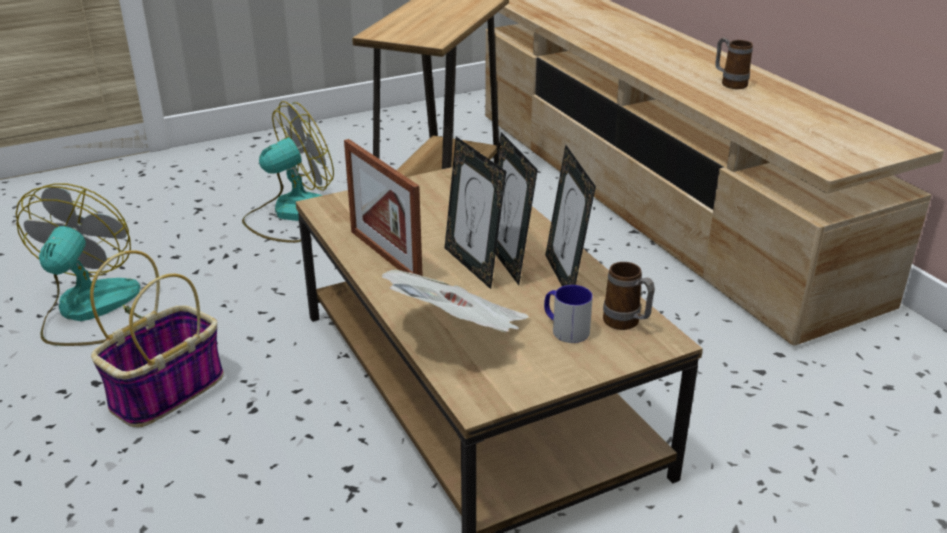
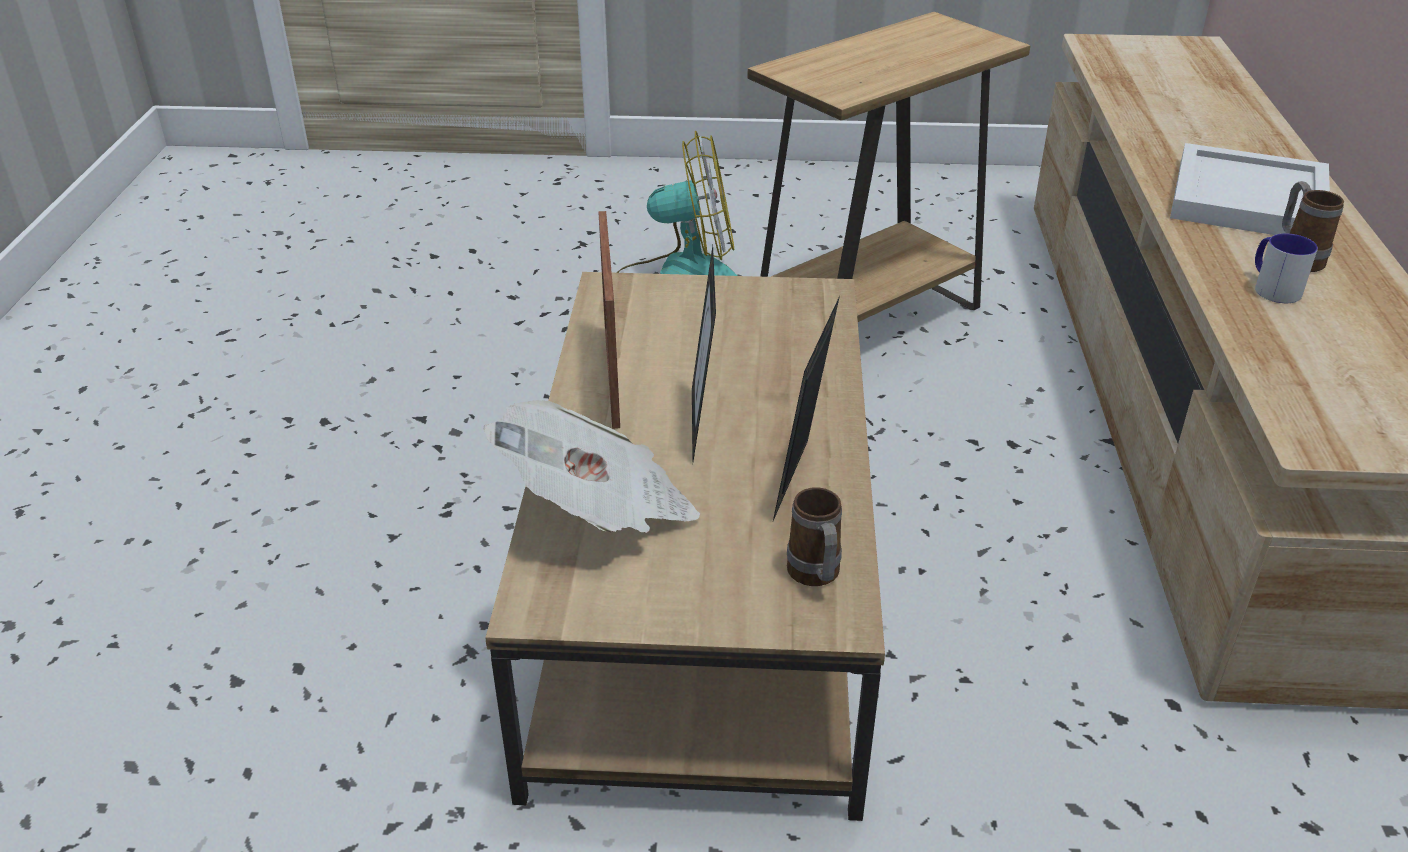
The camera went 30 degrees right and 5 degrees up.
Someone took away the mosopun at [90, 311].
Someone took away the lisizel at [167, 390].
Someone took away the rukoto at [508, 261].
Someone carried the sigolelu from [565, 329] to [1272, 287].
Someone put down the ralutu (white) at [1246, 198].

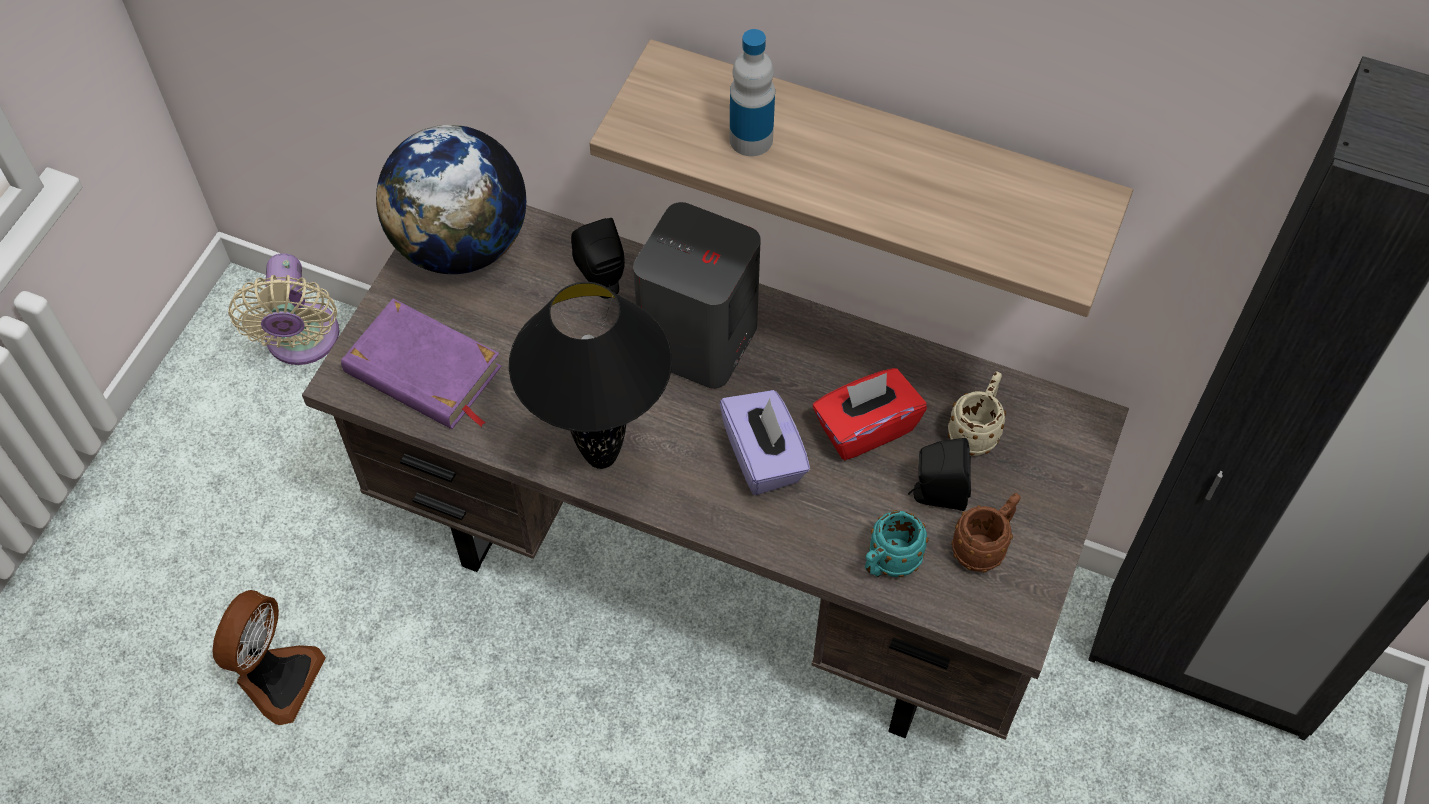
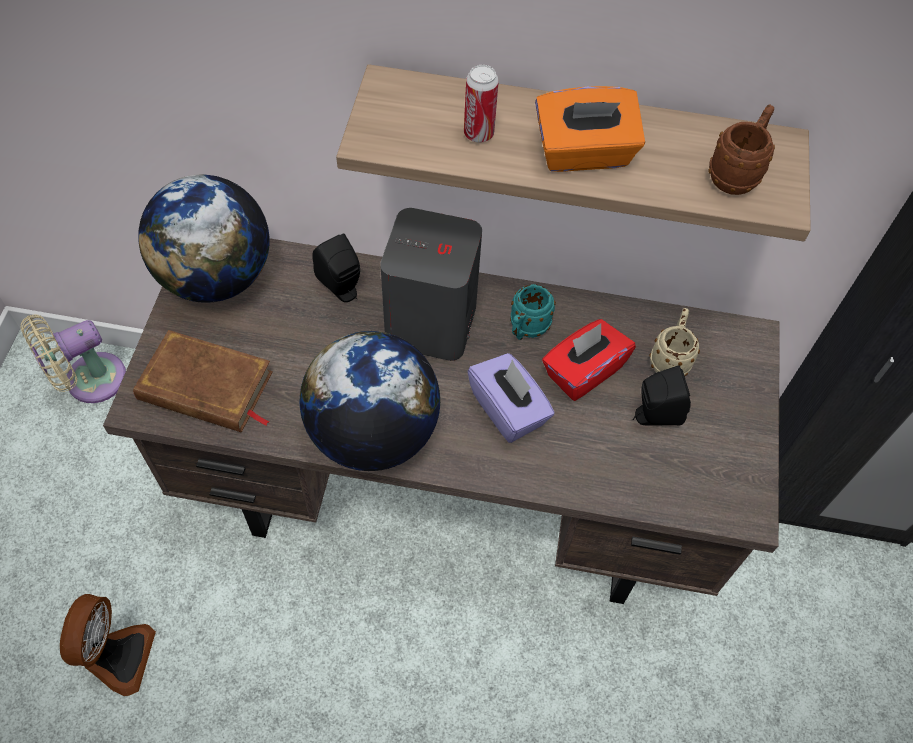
The camera went 15 degrees left and 0 degrees up.
Someone rotated the mosopun (beige) at [302, 342] by 75 degrees clockwise.
Someone repainted the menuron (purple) at [423, 371], which became the menuron (brown) at [206, 387].
Someone swapped the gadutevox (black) at [599, 456] for the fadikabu at [373, 433].
Someone swapped the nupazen at [751, 139] for the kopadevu at [478, 134].
Someone carried the sigolelu (turquoise) from [888, 564] to [526, 329].
Someone carried the sigolelu (brown) from [984, 547] to [736, 174].
Someone put down the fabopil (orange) at [584, 154].

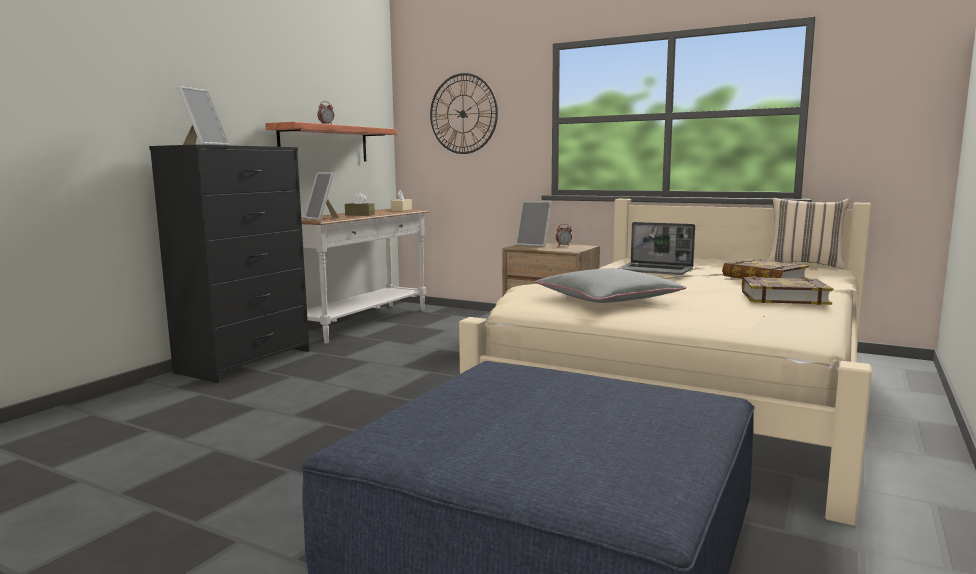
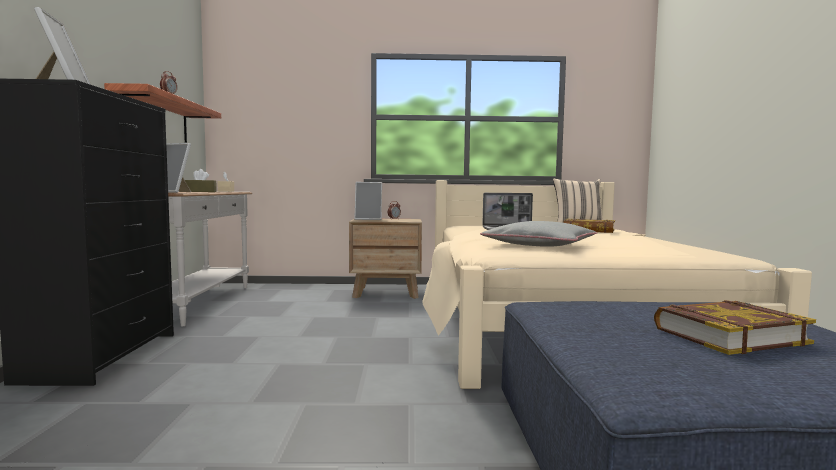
The camera went 30 degrees left and 5 degrees down.
Someone took away the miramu at [463, 114].
Someone carried the menuron from [783, 297] to [728, 335].

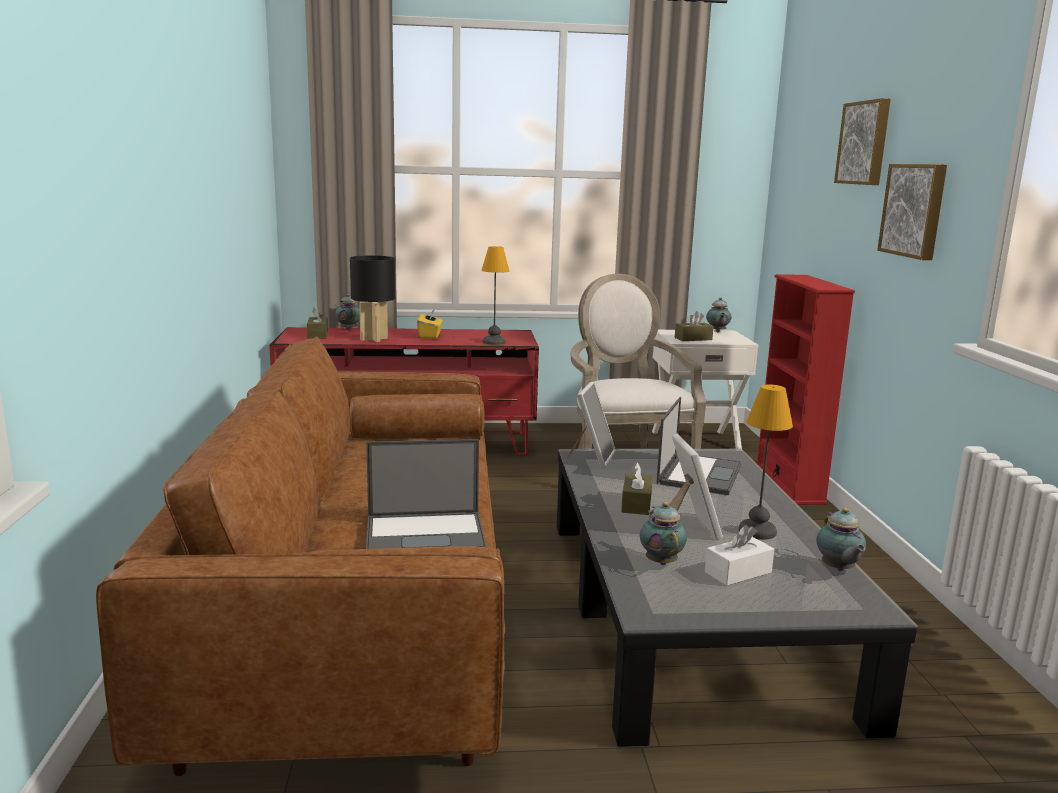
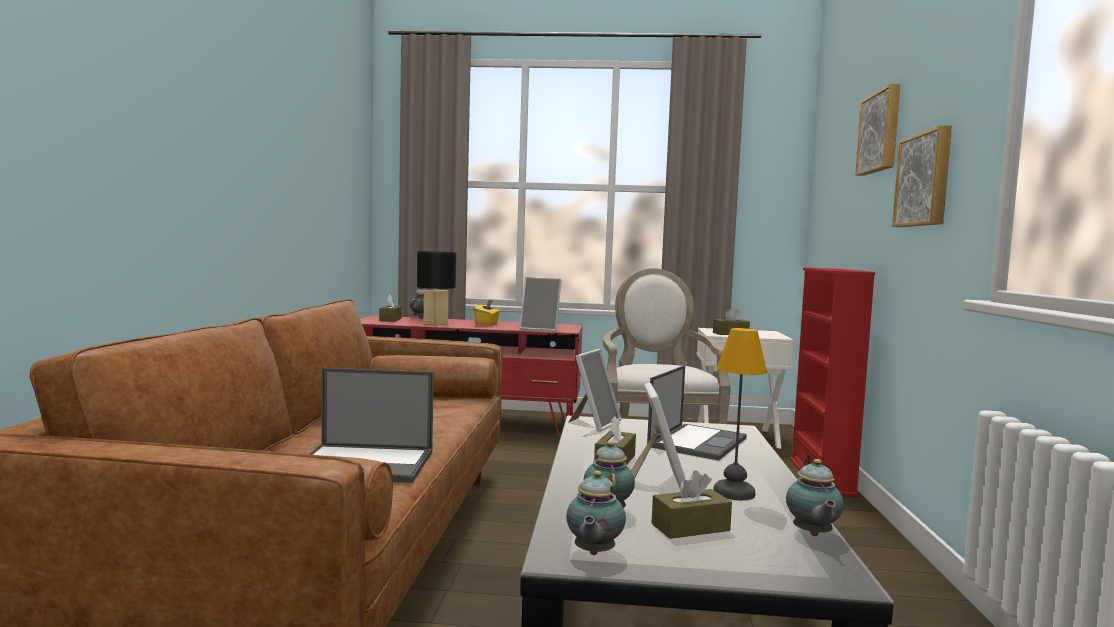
The camera went 10 degrees right and 10 degrees down.
Someone swapped the gadutevox at [494, 342] for the rukoto at [540, 329].
Someone repainted the fabopil (white) at [738, 572], which became the fabopil (brown) at [690, 527].
Someone carried the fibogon from [717, 332] to [593, 553].

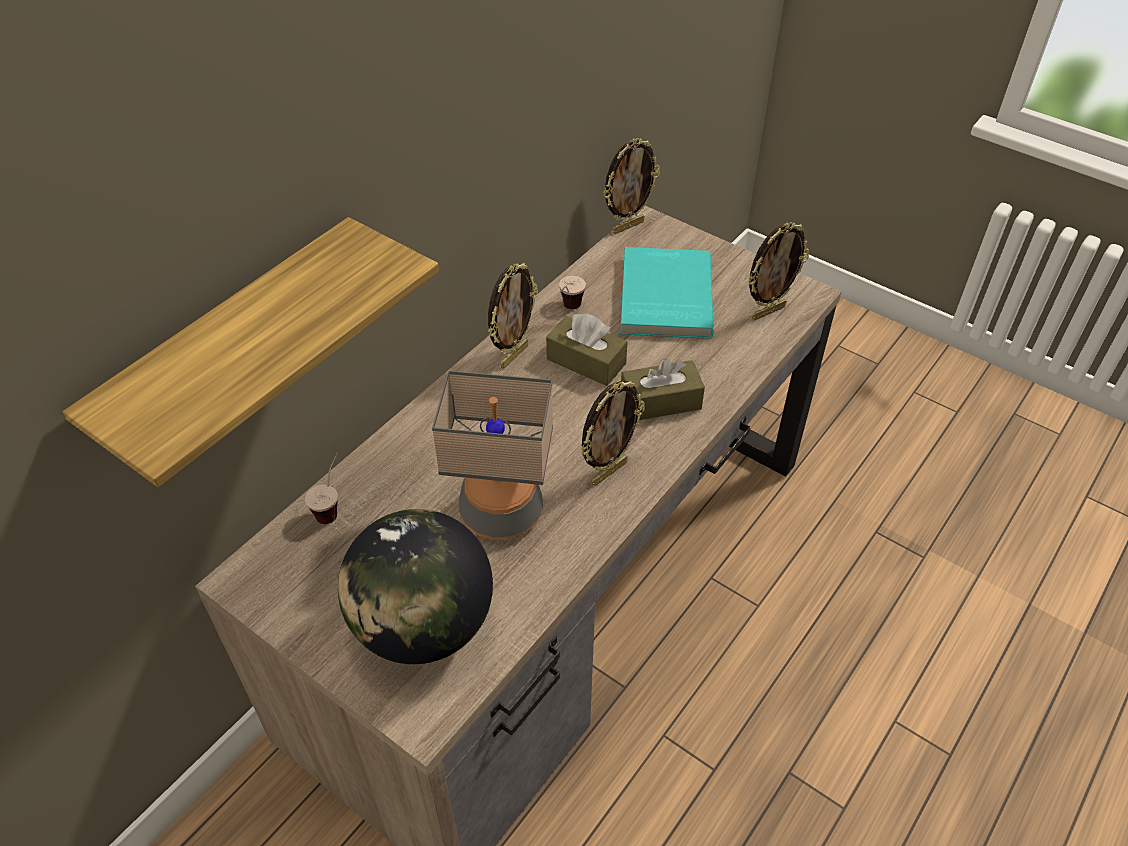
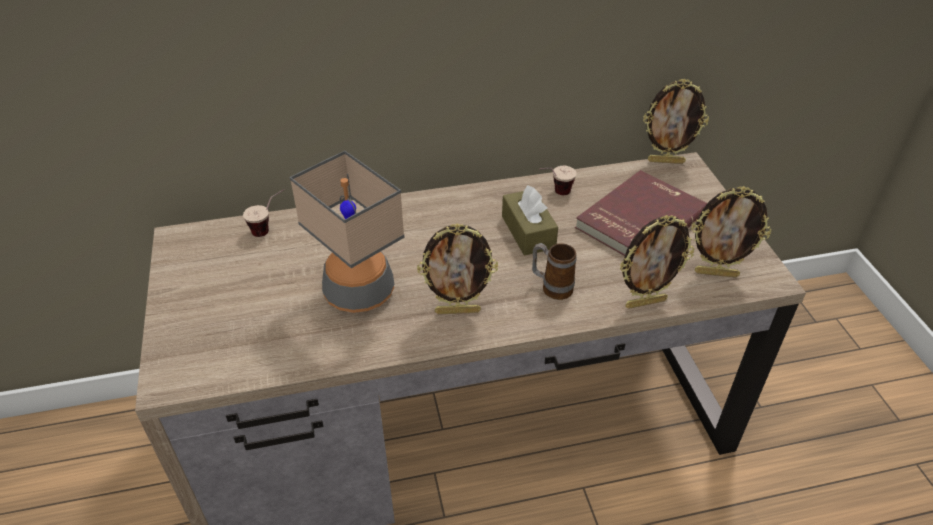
The camera went 40 degrees right and 5 degrees down.
Someone took away the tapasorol at [233, 350].
Someone took away the fadikabu at [423, 625].
Someone carried the rukoto from [513, 355] to [645, 302].
Someone repainted the menuron (turquoise) at [663, 296], which became the menuron (red) at [639, 219].
Someone swapped the fabopil (brown) at [660, 401] for the sigolelu at [551, 287].

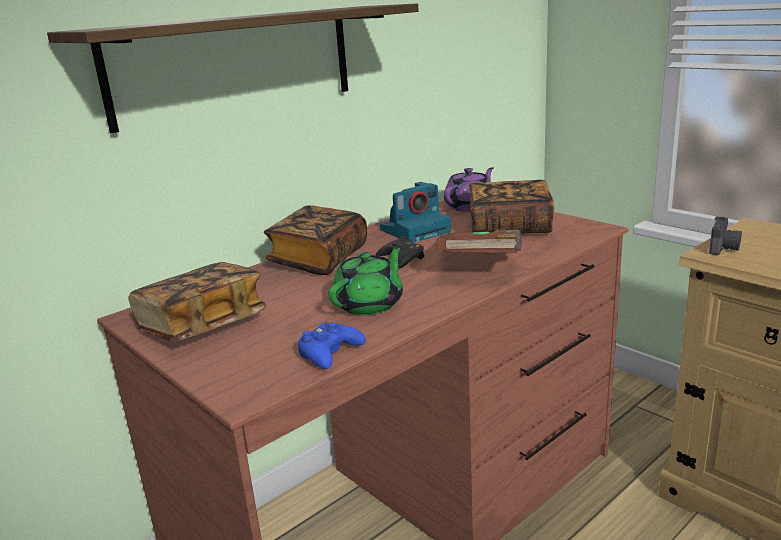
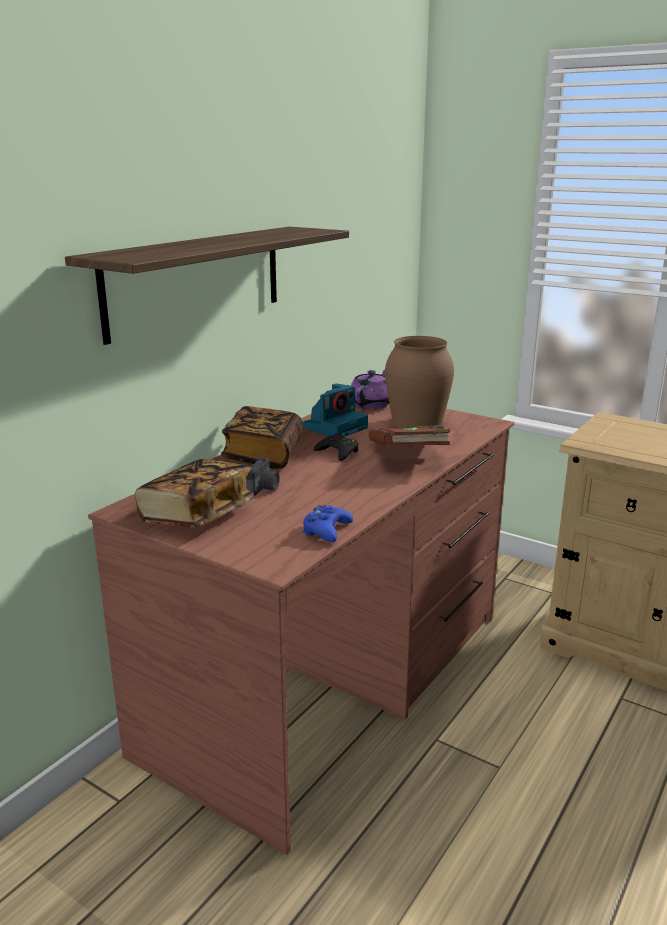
The camera went 15 degrees left and 0 degrees up.
Someone took away the fibogon (green) at [370, 304].
Someone swapped the menuron at [509, 227] for the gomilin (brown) at [416, 423].
Someone carried the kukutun from [724, 248] to [264, 488].

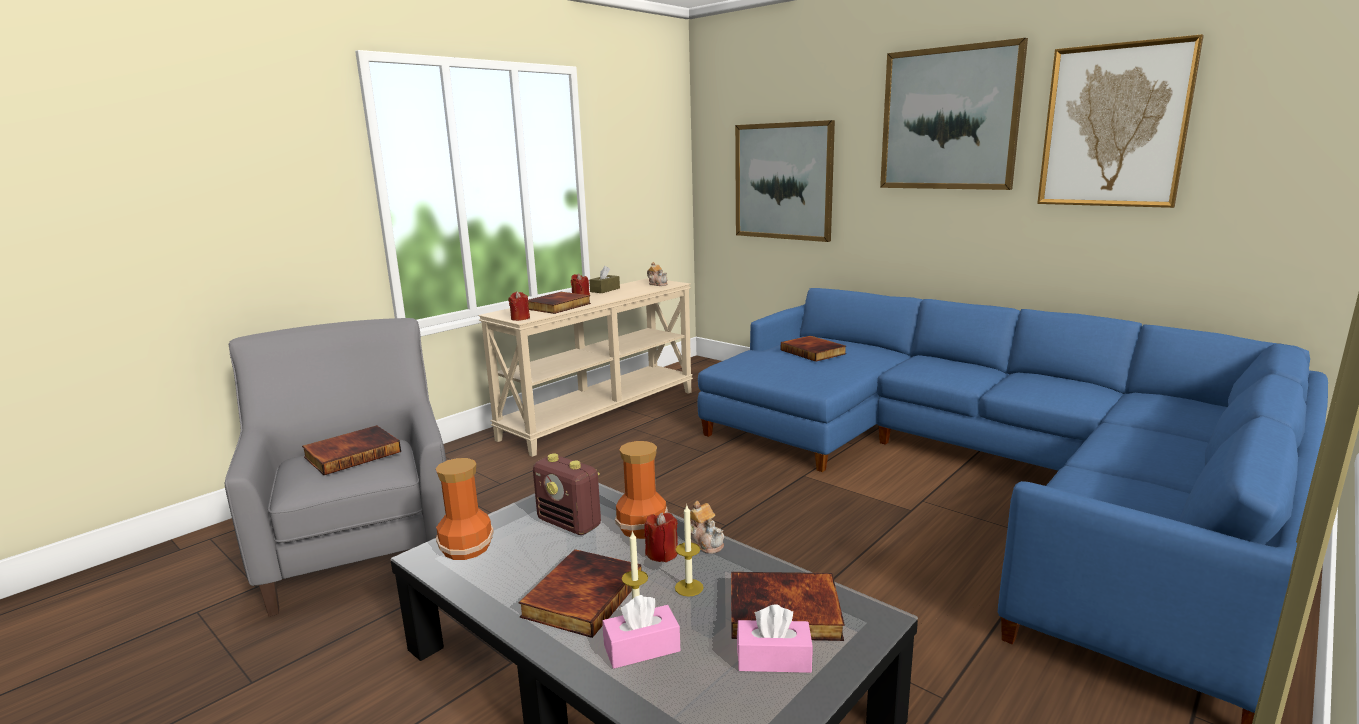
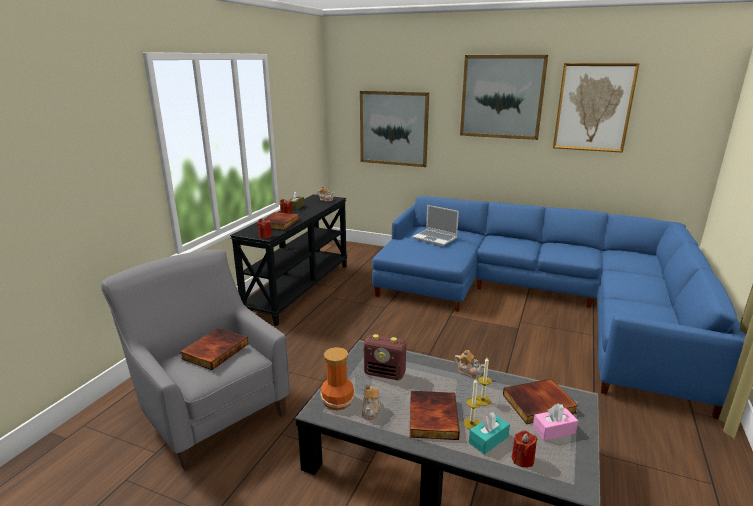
The camera went 20 degrees left and 5 degrees up.
Someone repainted the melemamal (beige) at [600, 414], which became the melemamal (black) at [299, 289].
Someone repainted the fabopil (pink) at [642, 648], which became the fabopil (turquoise) at [488, 440].
Someone took away the gomilin at [643, 528].
Someone carried the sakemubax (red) from [662, 554] to [522, 459].
Someone swapped the menuron at [814, 352] for the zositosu at [435, 238].
Someone put down the fibogon at [371, 410].

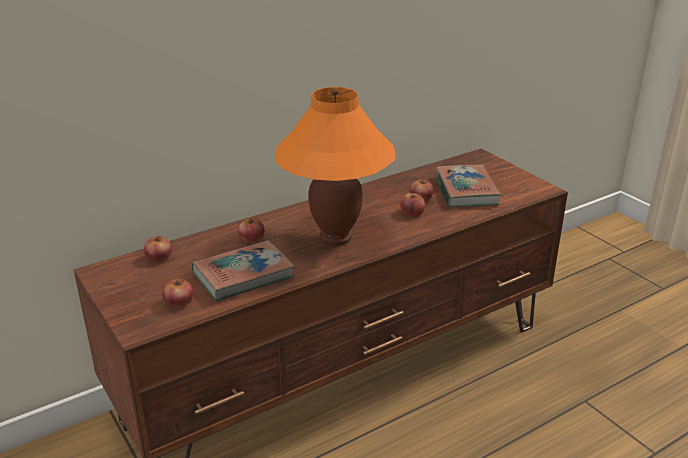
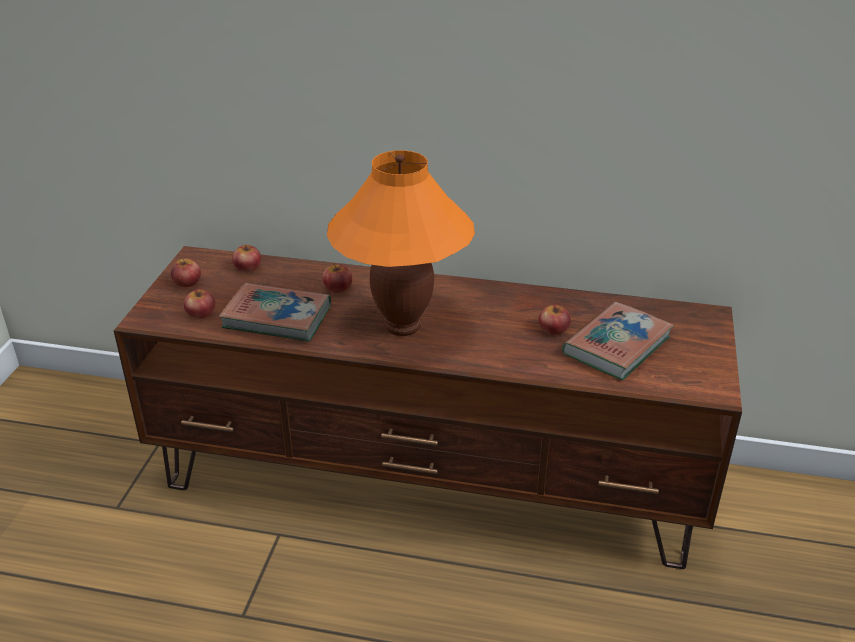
The camera went 45 degrees right and 5 degrees up.
Someone carried the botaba from [412, 212] to [187, 282].

